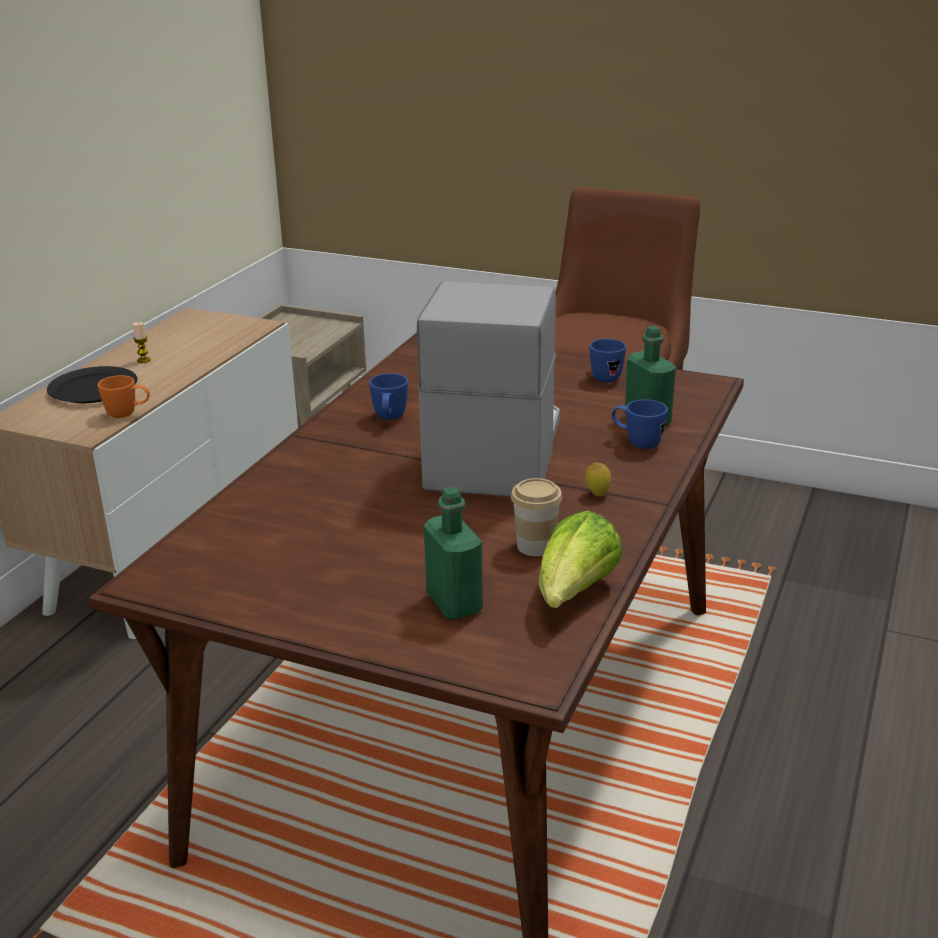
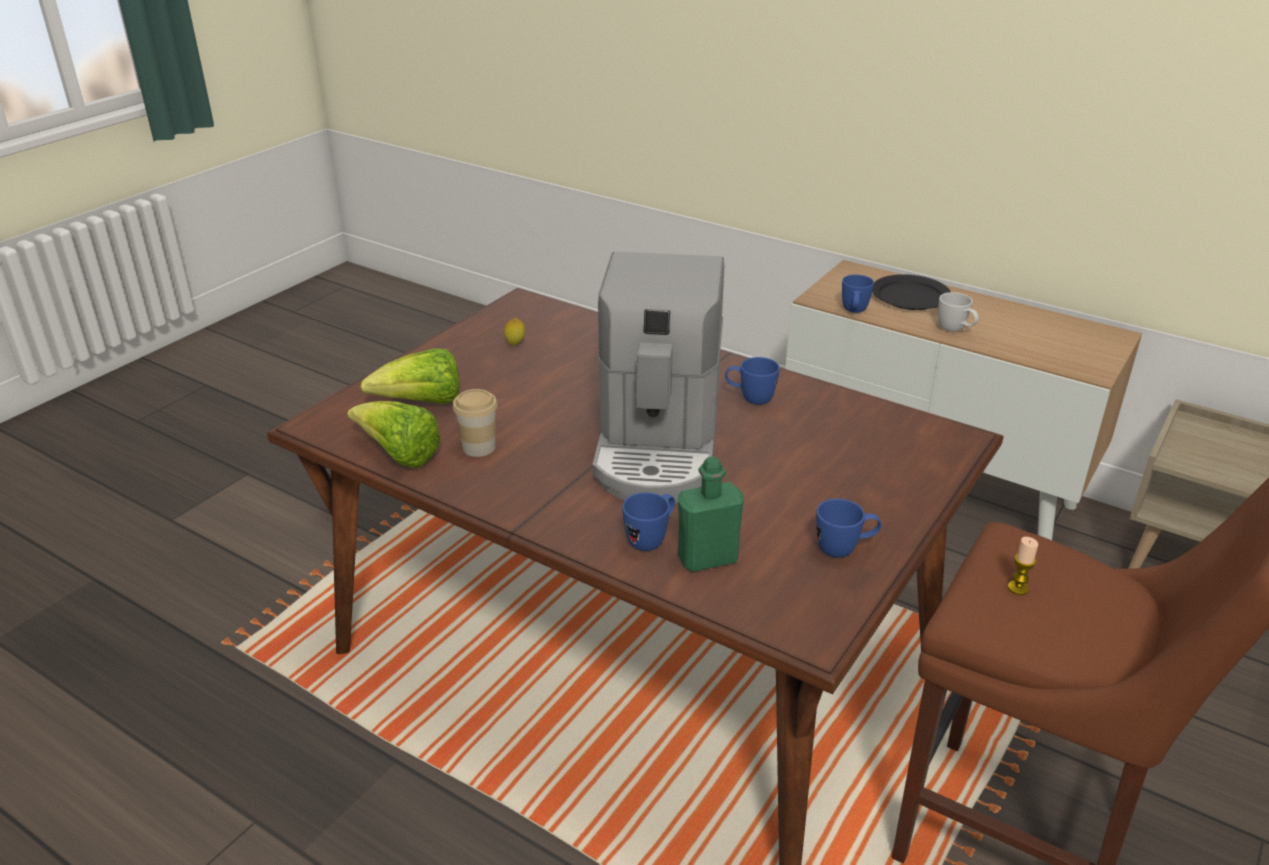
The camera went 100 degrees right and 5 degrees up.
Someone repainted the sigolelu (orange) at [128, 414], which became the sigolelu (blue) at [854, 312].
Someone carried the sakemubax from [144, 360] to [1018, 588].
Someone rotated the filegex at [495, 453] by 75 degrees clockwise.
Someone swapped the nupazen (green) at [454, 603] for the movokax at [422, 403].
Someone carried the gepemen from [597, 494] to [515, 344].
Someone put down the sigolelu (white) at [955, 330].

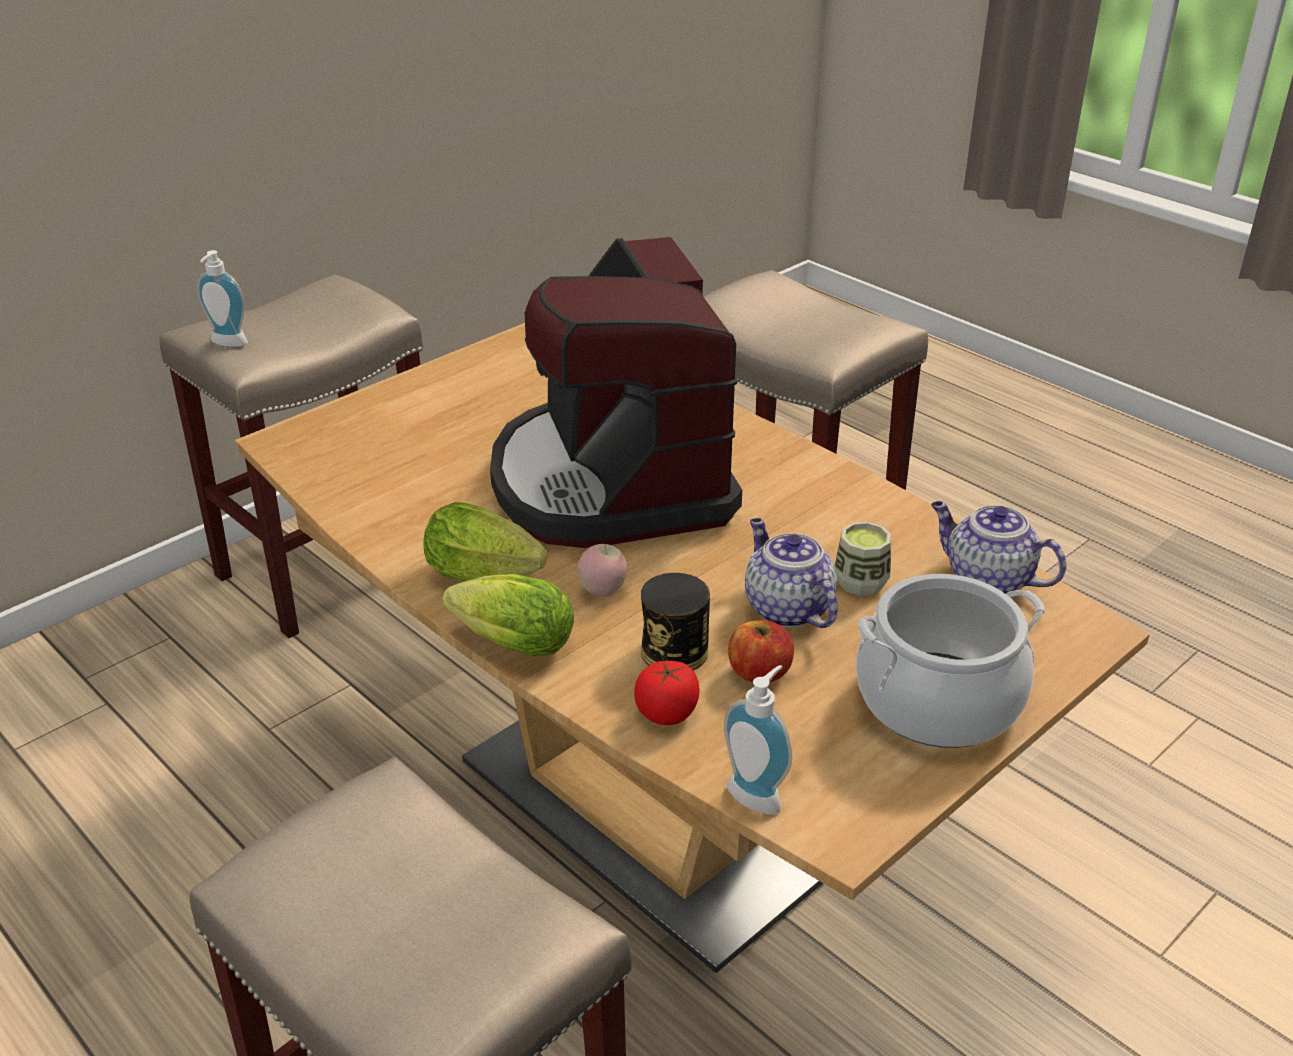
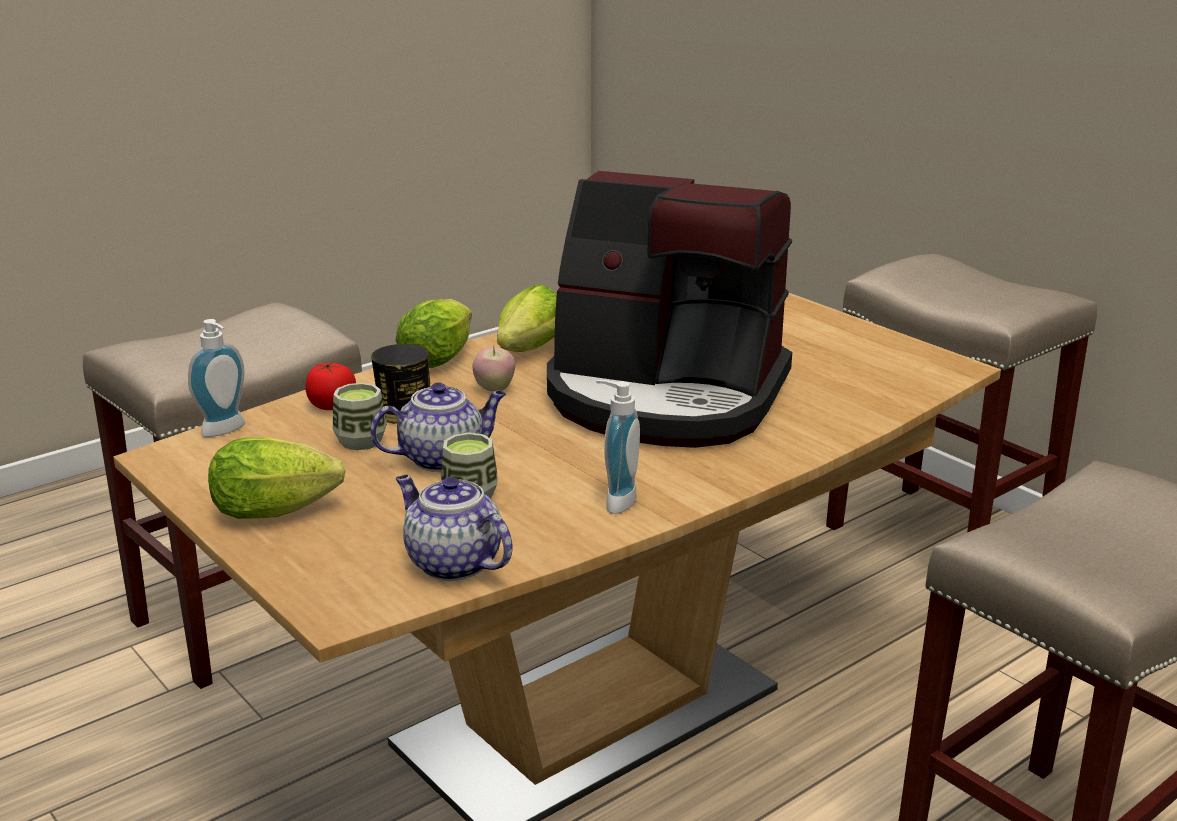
The camera went 95 degrees right and 10 degrees down.
Someone carried the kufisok from [226, 344] to [615, 501].
Someone rotated the filegex at [612, 481] by 150 degrees counterclockwise.
Someone swapped the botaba at [759, 672] for the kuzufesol at [361, 441].
Someone swapped the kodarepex at [938, 701] for the movokax at [281, 511].
Someone rotated the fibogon at [986, 579] by 90 degrees counterclockwise.

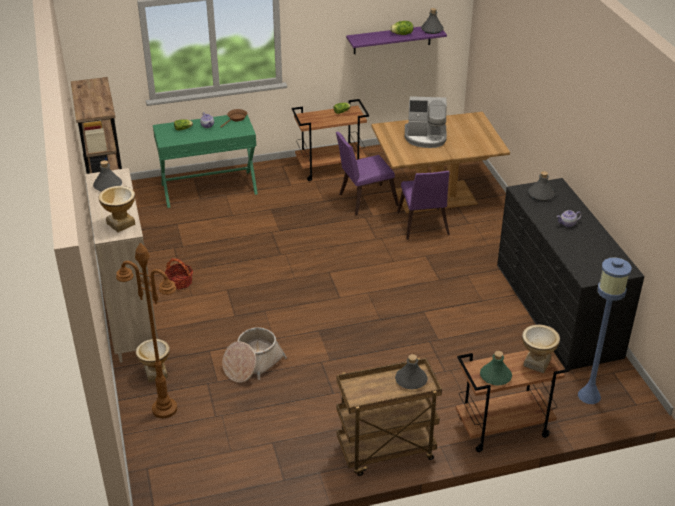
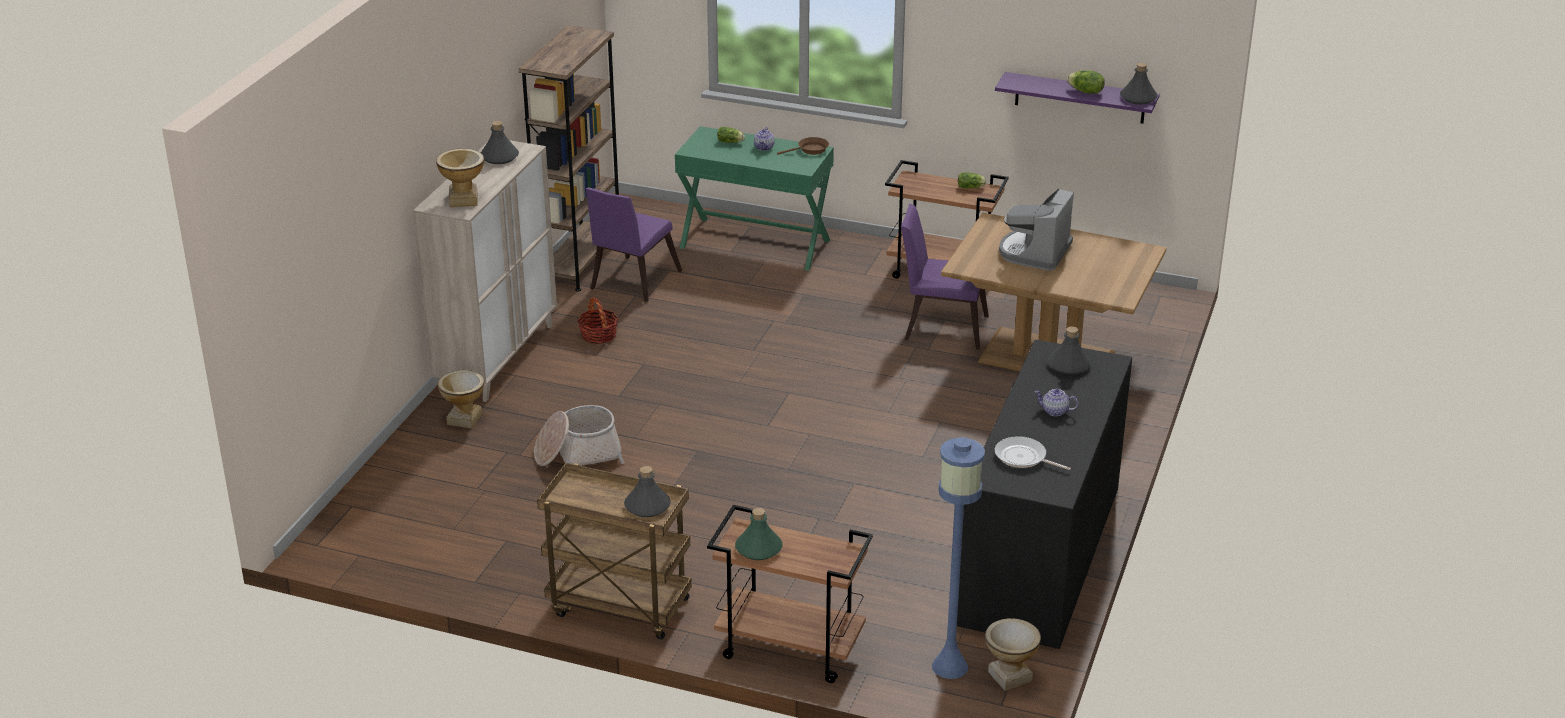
The camera went 35 degrees right and 5 degrees down.
Someone took away the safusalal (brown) at [164, 409].
Someone carried the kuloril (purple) from [422, 226] to [632, 282].
Someone rotated the filegex at [425, 137] by 75 degrees clockwise.
Someone carried the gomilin from [536, 363] to [1009, 676].
Someone put down the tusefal at [1023, 458].

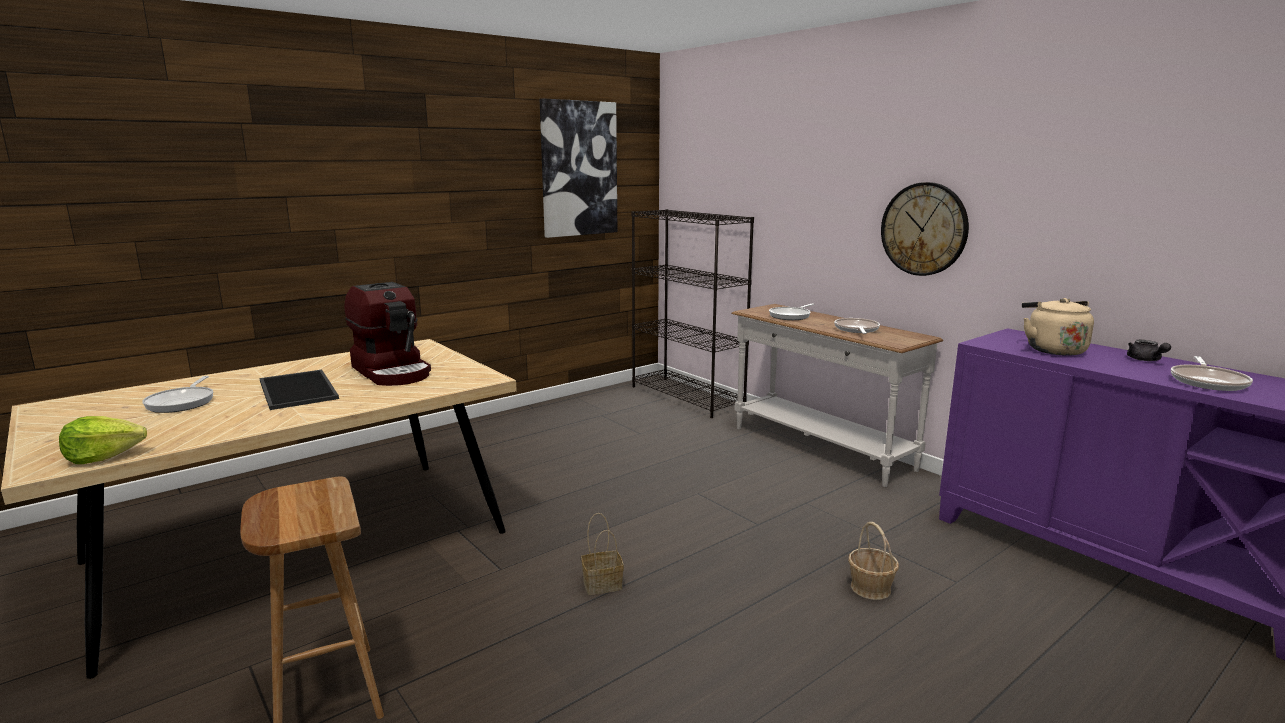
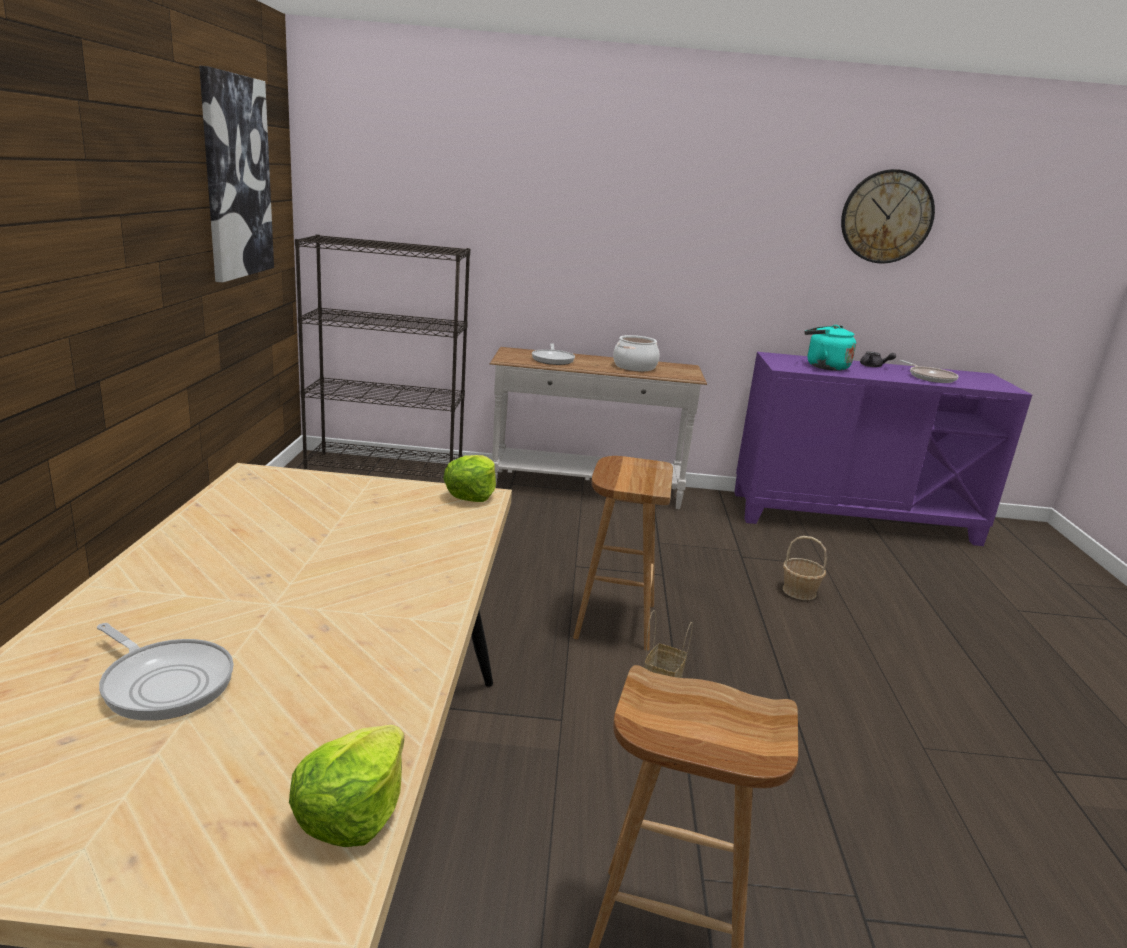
The camera went 50 degrees left and 5 degrees up.
Someone took away the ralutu at [296, 390].
Someone took away the filegex at [393, 371].
Someone swapped the tusefal at [856, 330] for the kodarepex at [634, 367].
Someone carried the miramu from [924, 229] to [886, 217].
Someone repainted the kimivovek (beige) at [1052, 350], which became the kimivovek (turquoise) at [824, 366].
Someone put down the movokax at [471, 494].
Someone put down the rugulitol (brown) at [614, 620].

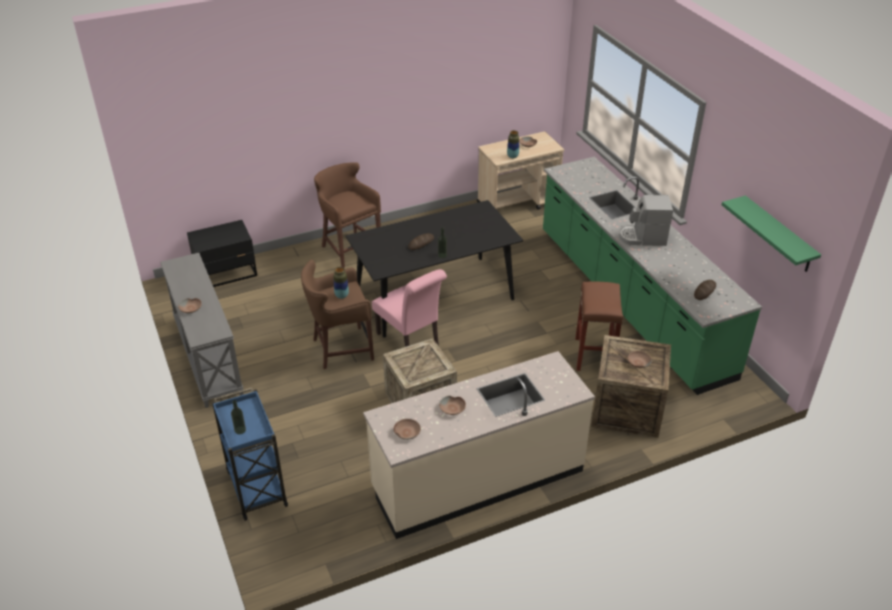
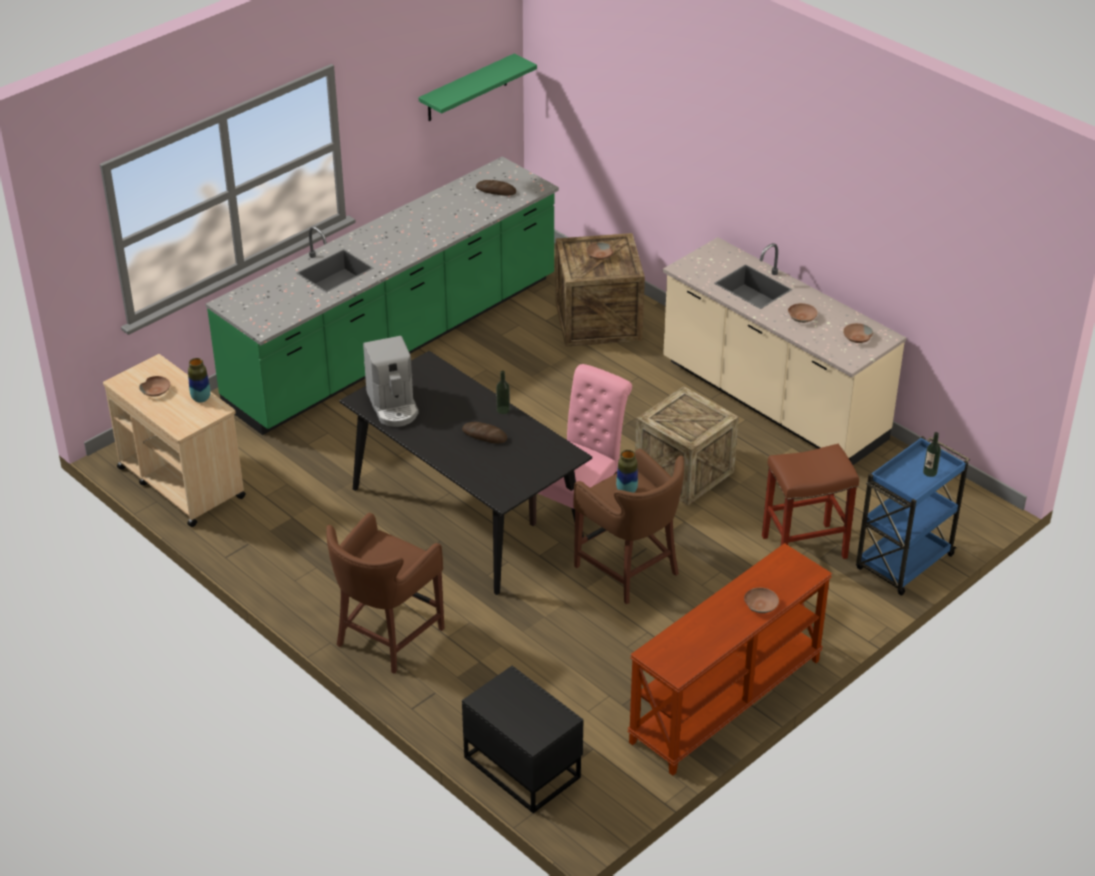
The camera went 110 degrees left and 0 degrees up.
Someone repainted the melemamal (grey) at [207, 357], which became the melemamal (brown) at [726, 702].
Someone carried the rugulitol (brown) from [594, 355] to [805, 546].
Someone carried the filegex from [643, 237] to [393, 405].

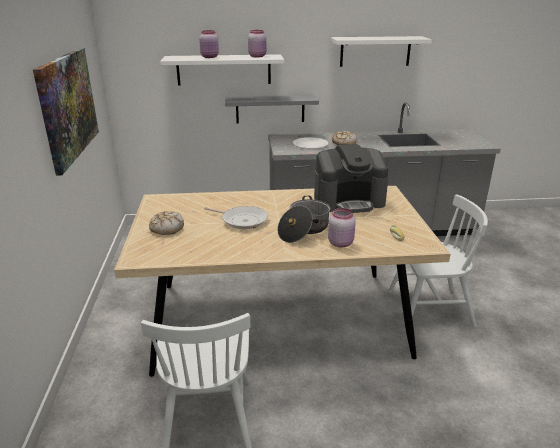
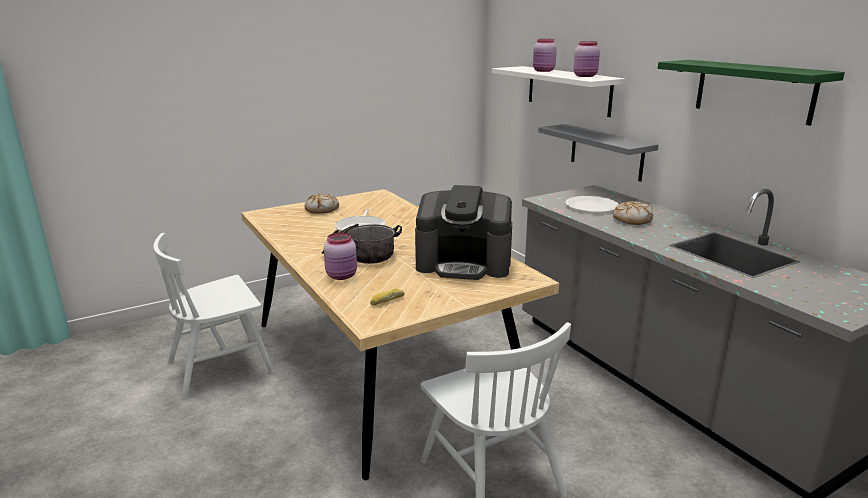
The camera went 65 degrees right and 5 degrees down.
Someone took away the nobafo at [68, 106].
Someone rotated the filegex at [349, 201] by 45 degrees counterclockwise.
Someone repainted the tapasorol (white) at [375, 51], which became the tapasorol (green) at [753, 90].

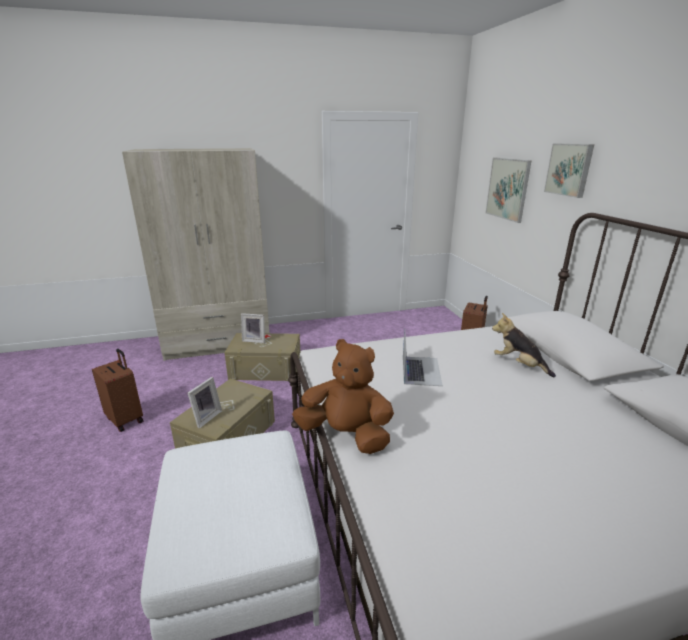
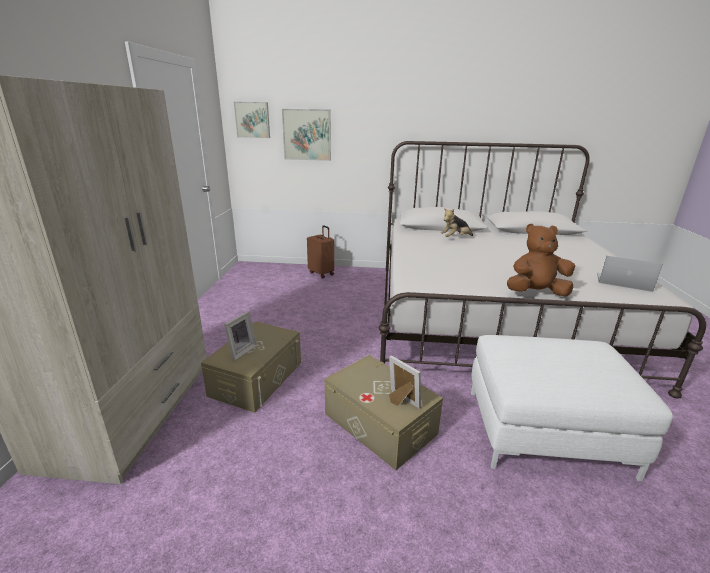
The camera went 70 degrees left and 0 degrees up.
Someone took away the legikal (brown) at [126, 419].
Someone rotated the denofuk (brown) at [346, 435] by 45 degrees clockwise.
Someone carried the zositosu from [421, 370] to [623, 282].
Someone carried the nobafo from [569, 169] to [252, 120].

